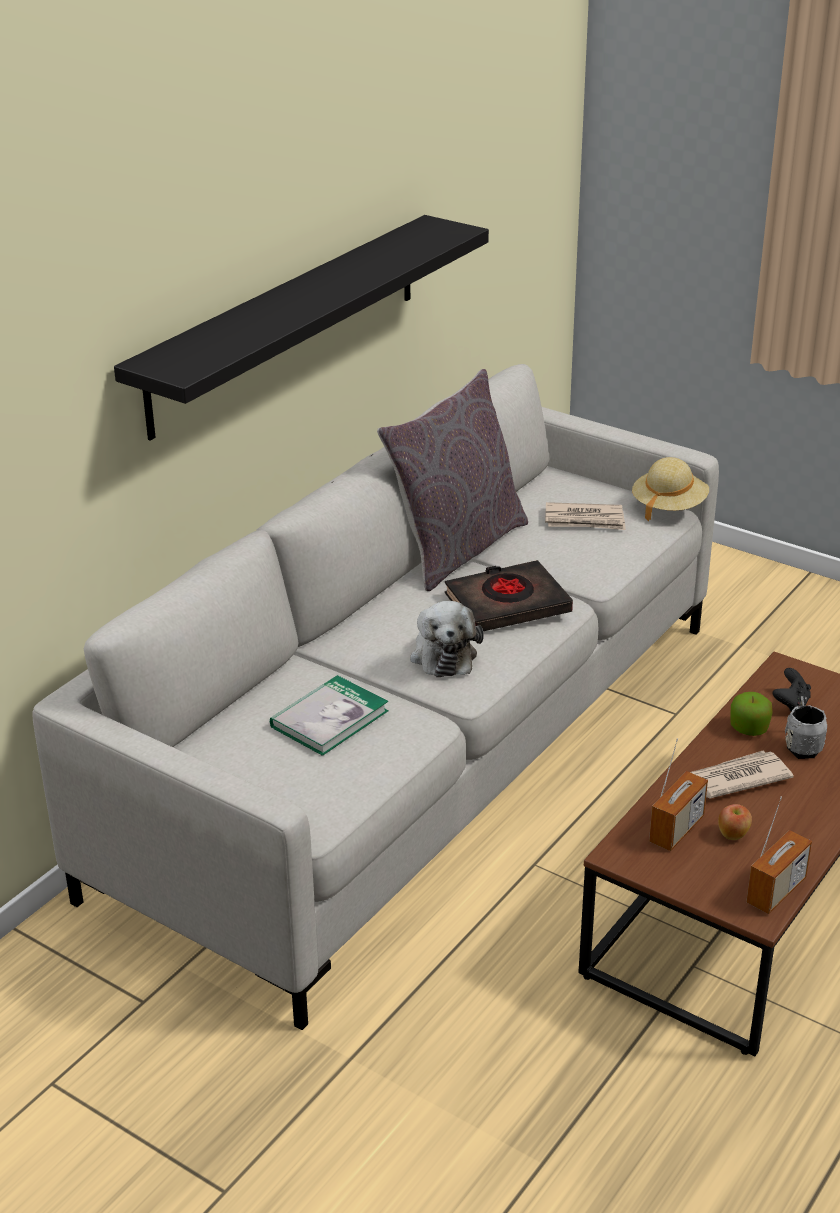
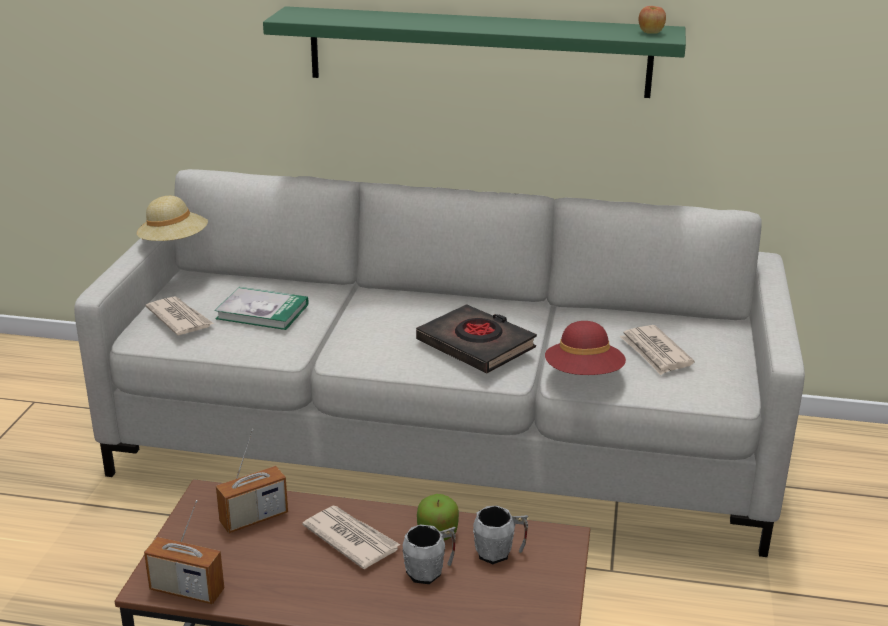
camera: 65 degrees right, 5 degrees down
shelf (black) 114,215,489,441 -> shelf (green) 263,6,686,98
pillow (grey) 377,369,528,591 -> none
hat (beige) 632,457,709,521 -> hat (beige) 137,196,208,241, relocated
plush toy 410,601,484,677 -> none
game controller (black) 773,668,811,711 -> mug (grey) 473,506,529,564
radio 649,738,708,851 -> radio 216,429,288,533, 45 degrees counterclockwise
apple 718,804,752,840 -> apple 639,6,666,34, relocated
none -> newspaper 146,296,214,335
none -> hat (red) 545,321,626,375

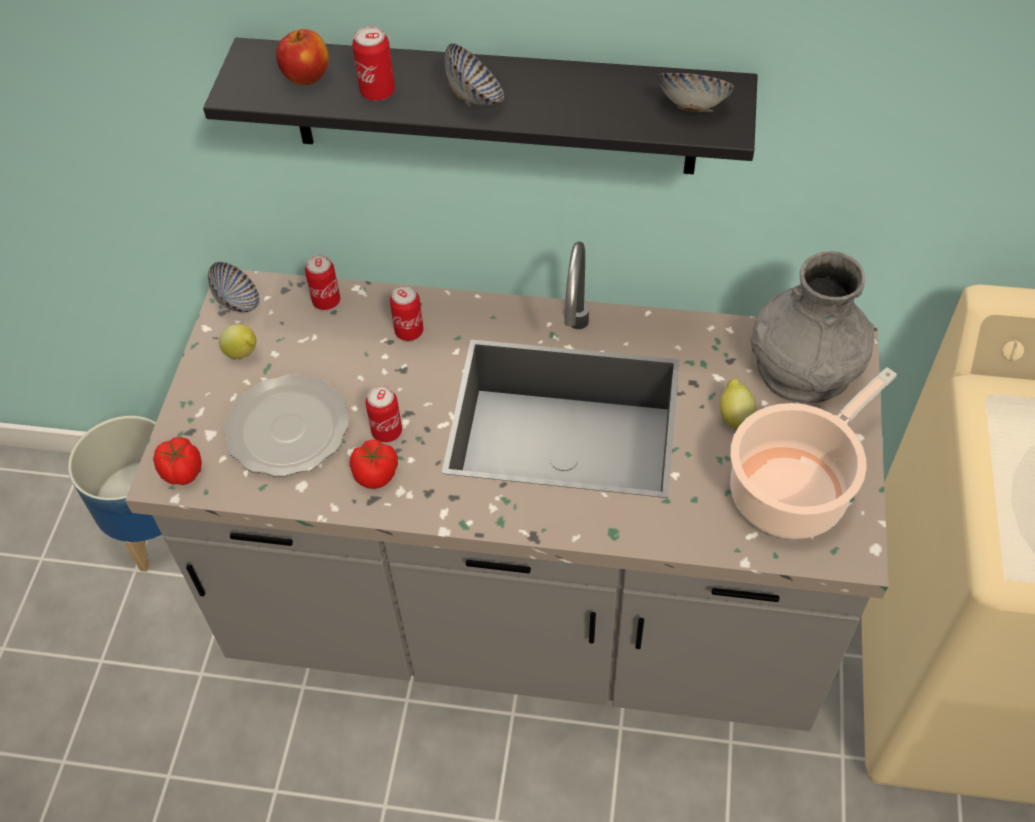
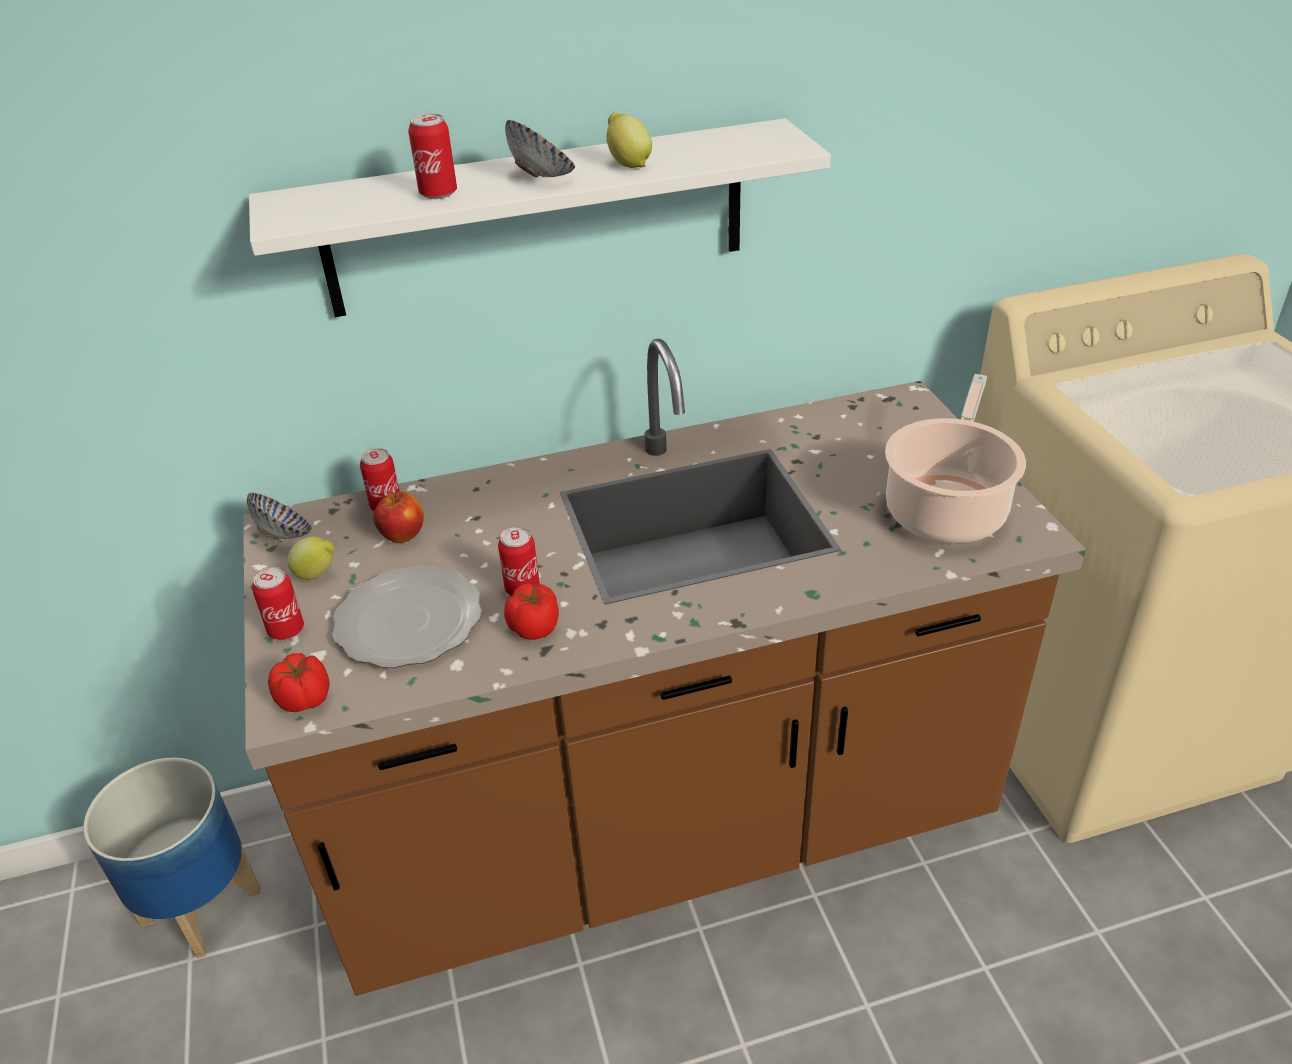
camera: 25 degrees left, 15 degrees down
apple 276,29,329,85 -> apple 373,491,424,543, relocated
shelf (black) 203,38,758,174 -> shelf (white) 249,118,831,317
bowl 657,73,734,112 -> none
counter (grey) 125,241,888,731 -> counter (brown) 243,339,1086,996
vase (grey) 751,251,875,403 -> none
can 390,285,424,341 -> can 252,567,304,640, relocated
lemon 719,378,756,429 -> lemon 606,112,652,168, relocated

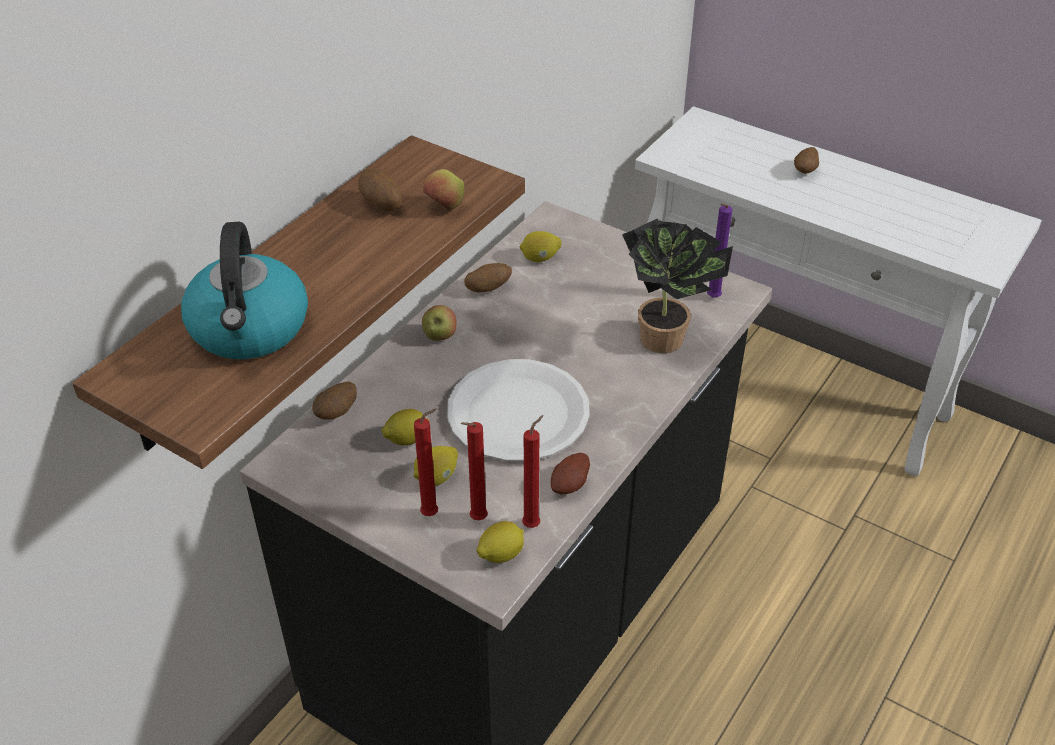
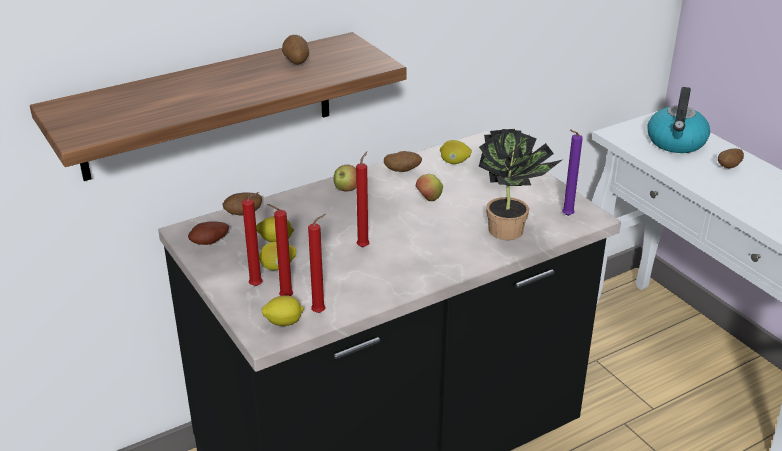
camera: 25 degrees right, 10 degrees down
apple 423,169,464,211 -> apple 415,174,443,201, relocated
kettle 181,222,308,359 -> kettle 648,87,710,153, relocated
plate (white) 447,359,590,461 -> candle (red) 356,151,369,247
potato 551,453,590,495 -> potato 188,221,229,245, relocated

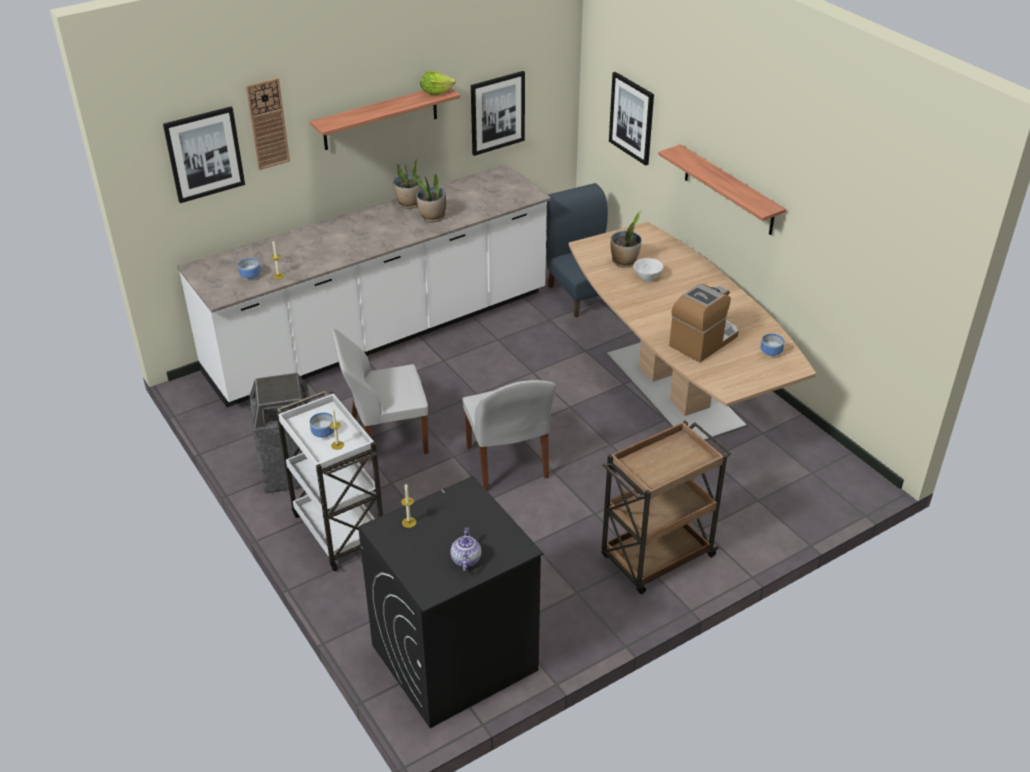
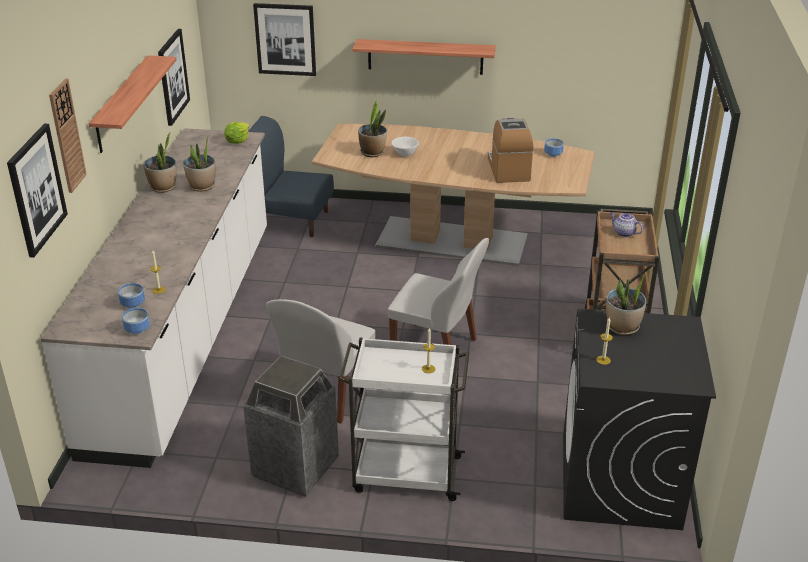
camera: 50 degrees left, 5 degrees down
lettuce 420,71,456,95 -> lettuce 224,122,249,144, relocated
bowl 310,412,334,438 -> bowl 122,308,150,334, relocated
teapot 450,527,481,571 -> teapot 610,212,643,237, relocated
none -> potted plant 606,273,648,335

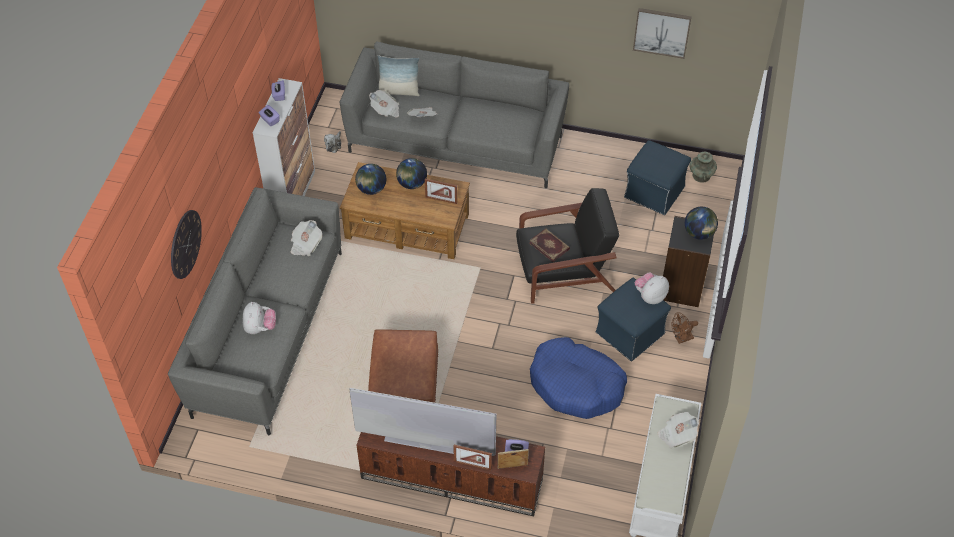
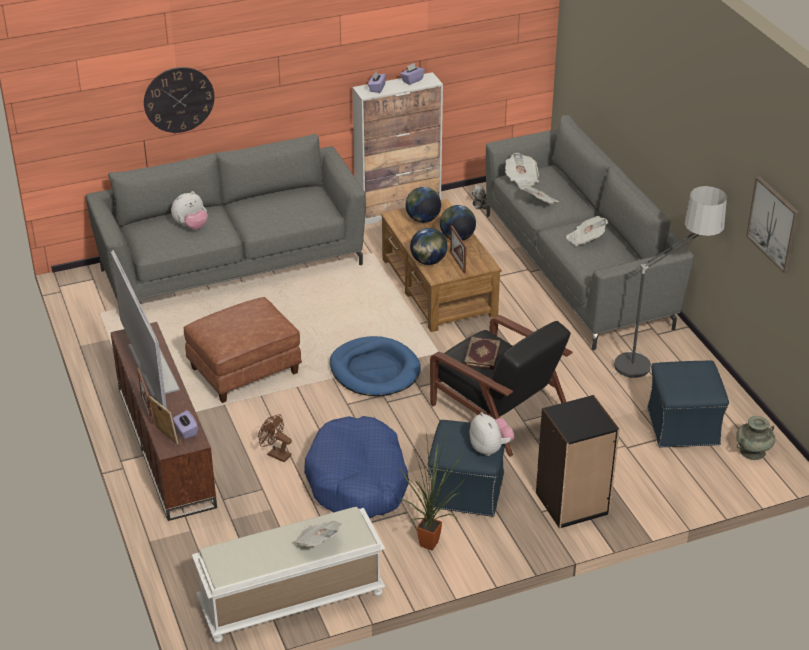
camera: 55 degrees right, 15 degrees down
pillow 377,55,420,96 -> none
globe 685,207,718,240 -> globe 410,228,447,265, relocated
newspaper 291,220,322,256 -> newspaper 566,216,608,246, relocated
plush toy 635,272,669,304 -> plush toy 469,412,514,456, 45 degrees clockwise
fan (brown) 672,312,698,344 -> fan (brown) 258,414,292,462, relocated
none -> floor lamp 611,186,727,378
none -> dog bed (blue) 330,336,421,396
none -> potted plant 400,430,465,551

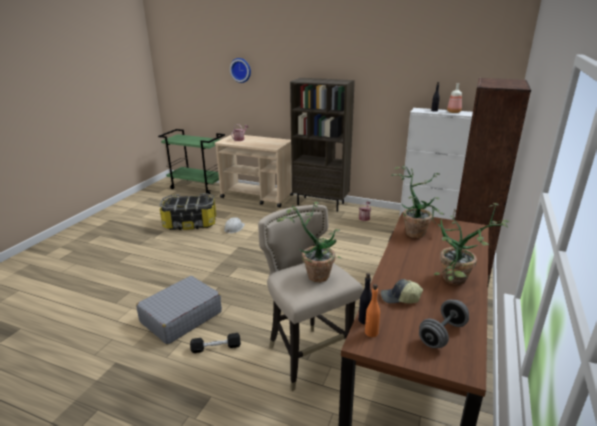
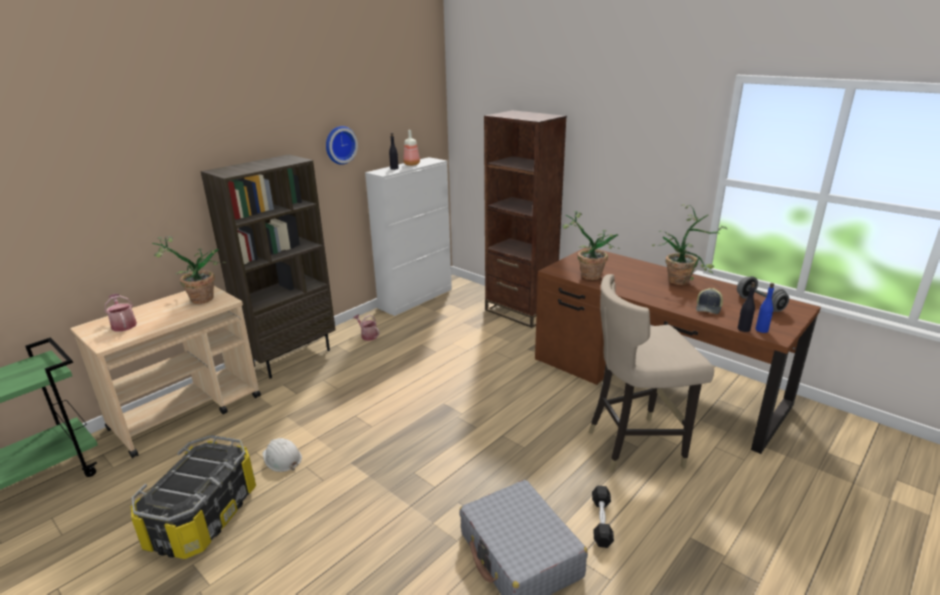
camera: 70 degrees left, 0 degrees up
wall clock 230,58,251,83 -> wall clock 326,126,358,165, relocated
potted plant 277,202,341,282 -> potted plant 152,236,227,304, relocated
bottle (orange) 365,284,380,337 -> bottle (blue) 756,283,774,333

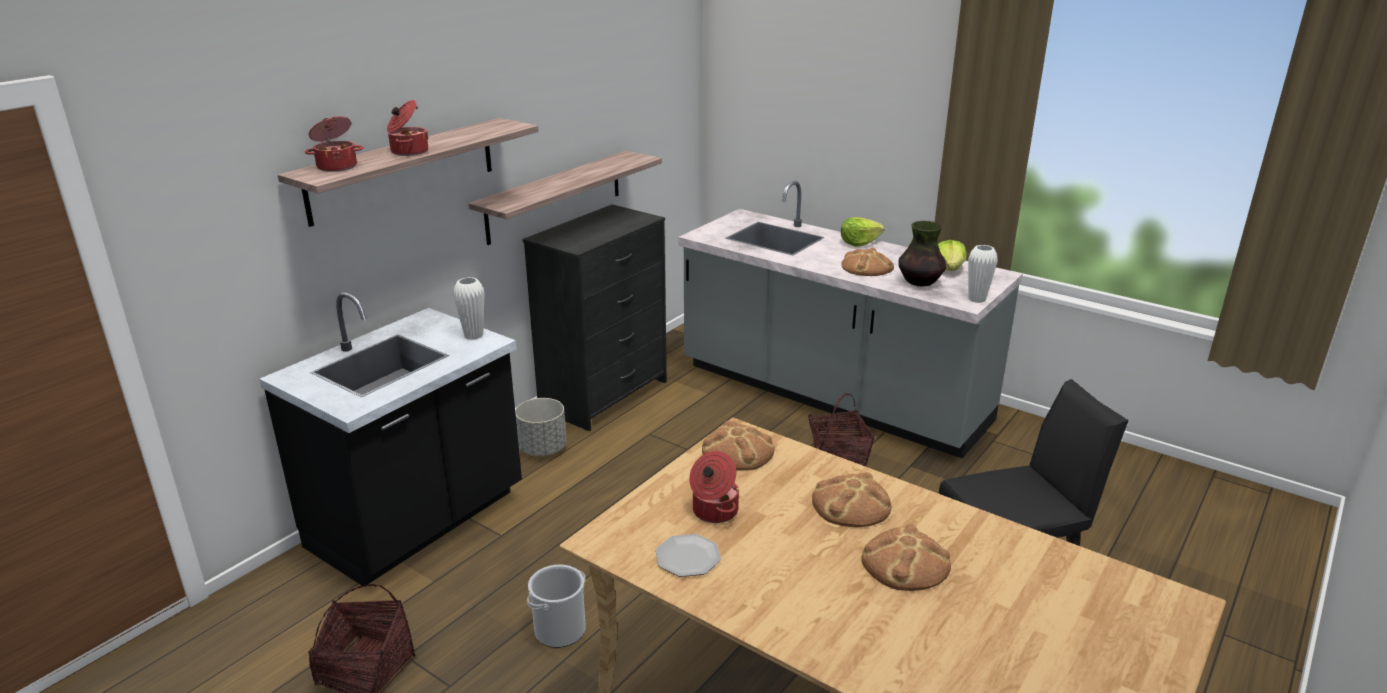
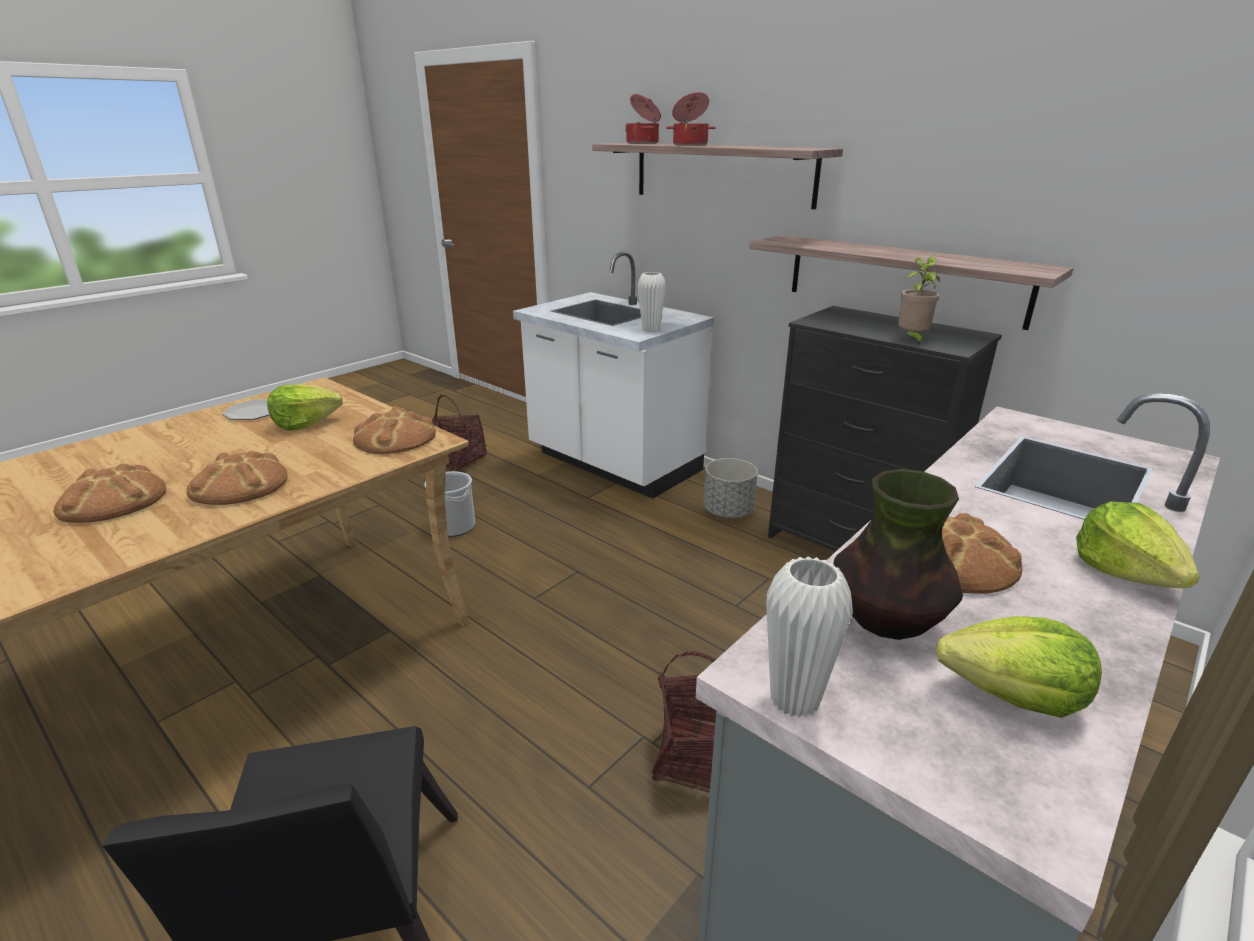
camera: 95 degrees right, 0 degrees up
counter (black) 260,292,522,586 -> counter (white) 513,251,714,499
cooking pot 689,451,739,523 -> lettuce 267,384,343,431
none -> potted plant 898,257,941,345

